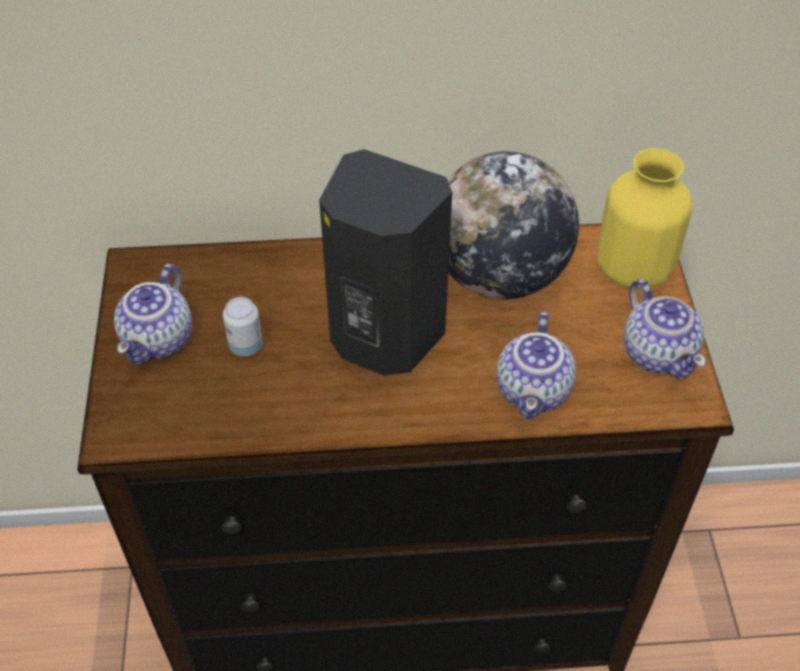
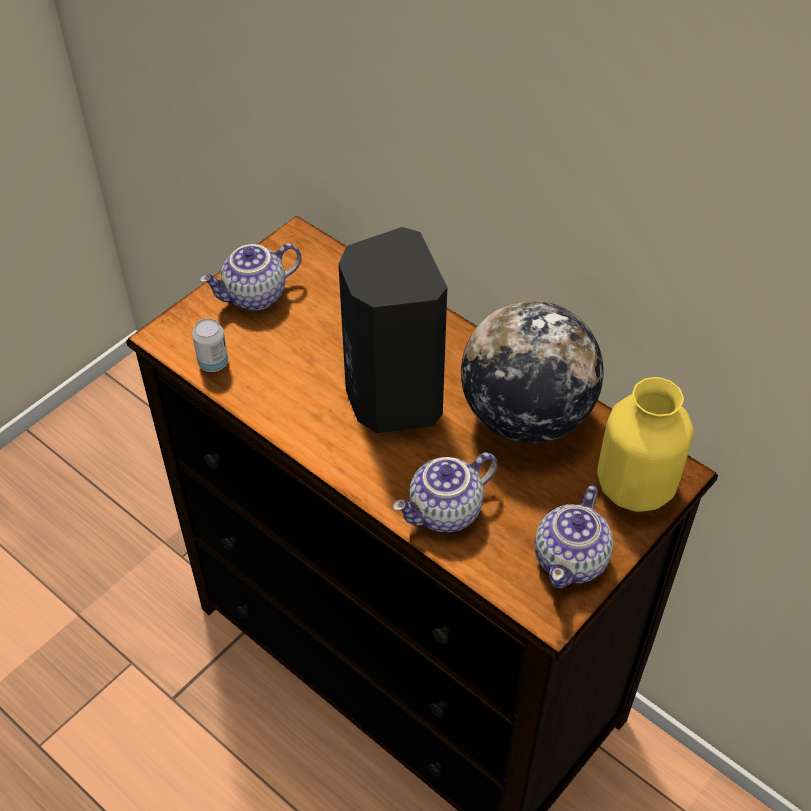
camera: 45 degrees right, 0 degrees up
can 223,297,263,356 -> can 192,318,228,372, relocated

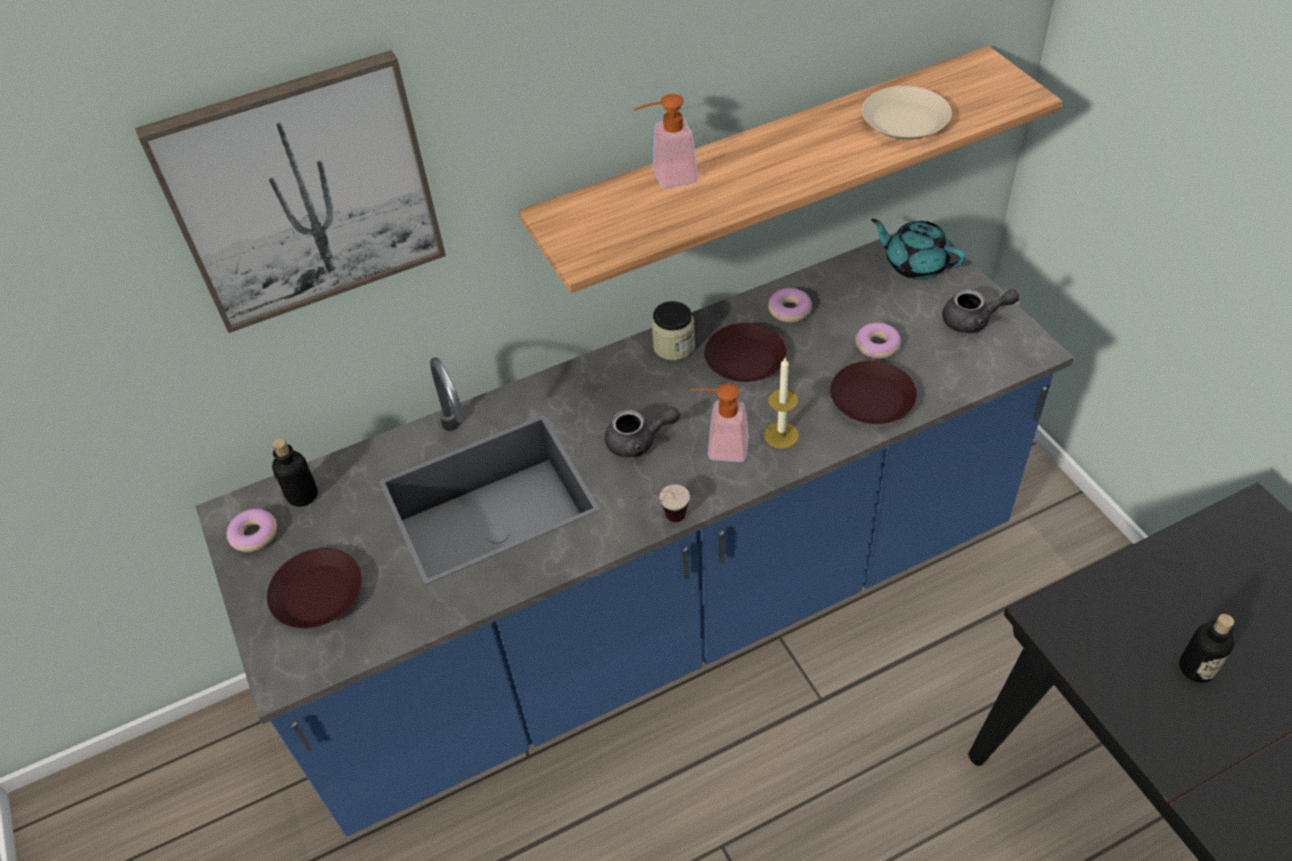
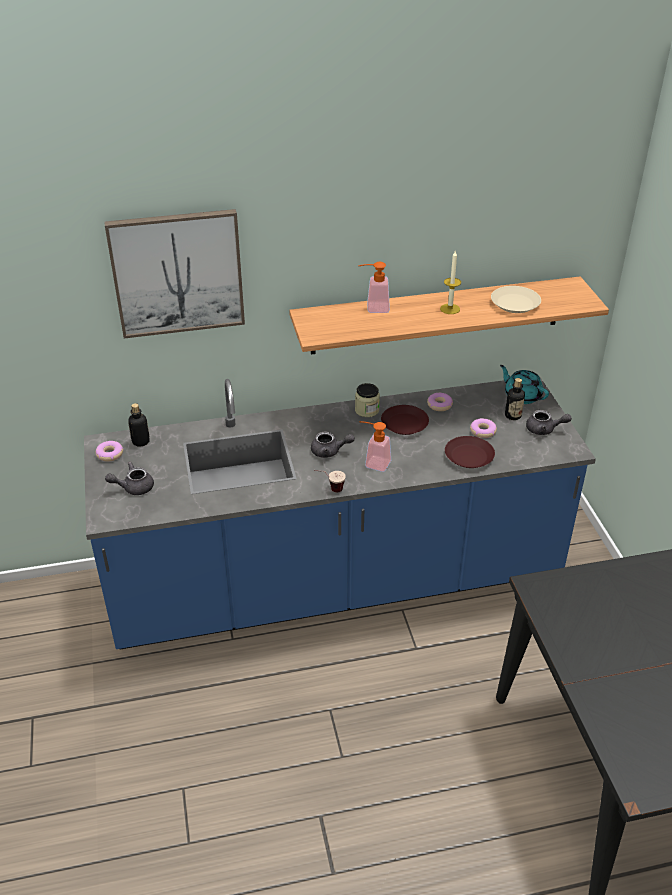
camera: 10 degrees right, 10 degrees down
candle 764,358,799,449 -> candle 440,251,461,314, relocated
plate (brown) 267,548,362,629 -> teapot (grey) 105,462,154,495
bottle 1179,614,1234,683 -> bottle 505,378,525,420, relocated

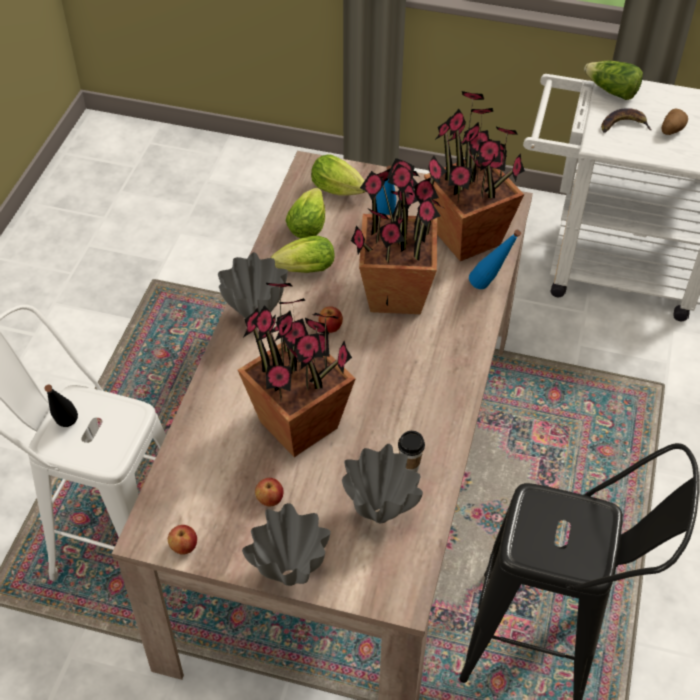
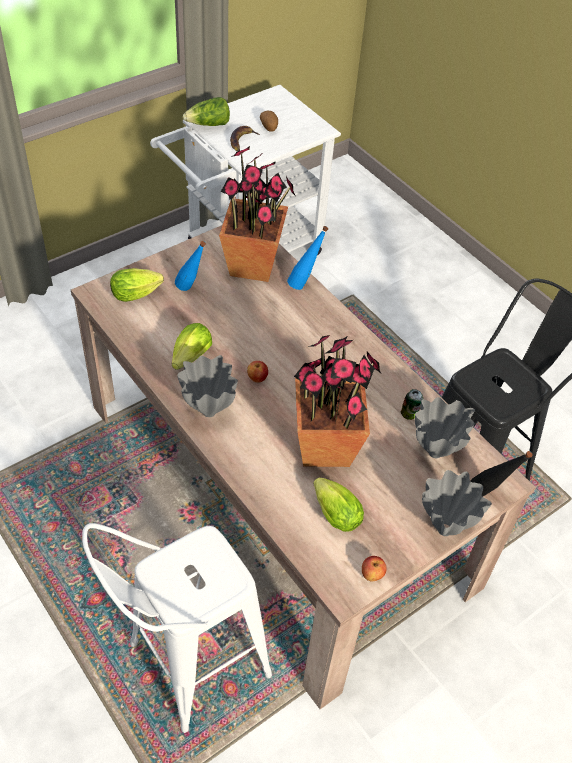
camera: 55 degrees left, 0 degrees up
potted plant 351,155,447,314 -> none
lettuce 285,188,325,238 -> lettuce 313,477,364,532, relocated
bottle (black) 44,385,78,427 -> bottle (black) 471,451,533,497, relocated
cup 398,431,425,472 -> can 401,389,423,420
apple 255,478,284,507 -> none

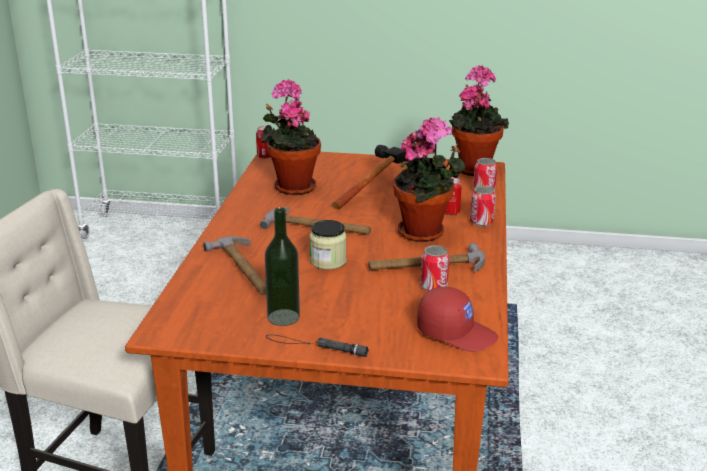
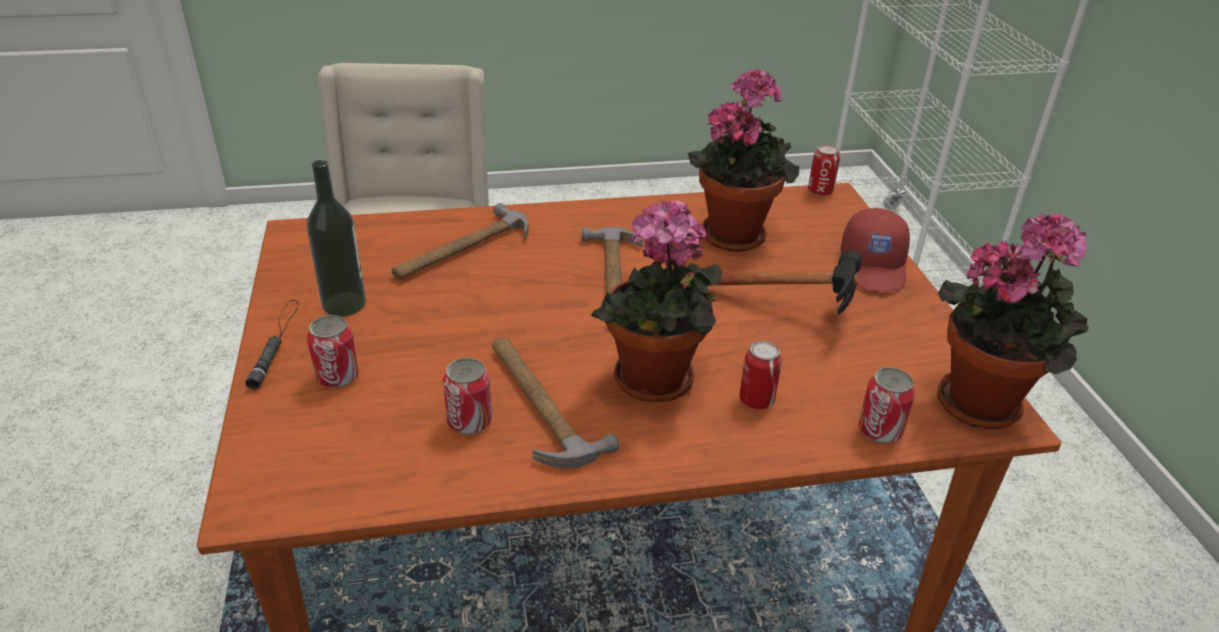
camera: 70 degrees right, 10 degrees up
can 470,186,496,227 -> can 307,315,359,388, relocated
jar 310,220,347,270 -> none
cap (red) 417,287,498,352 -> cap (red) 841,208,910,292, relocated

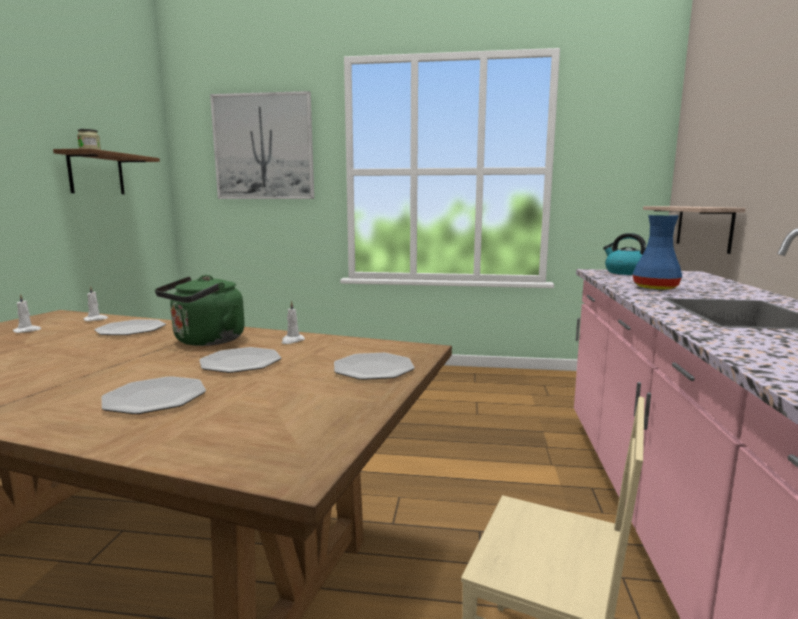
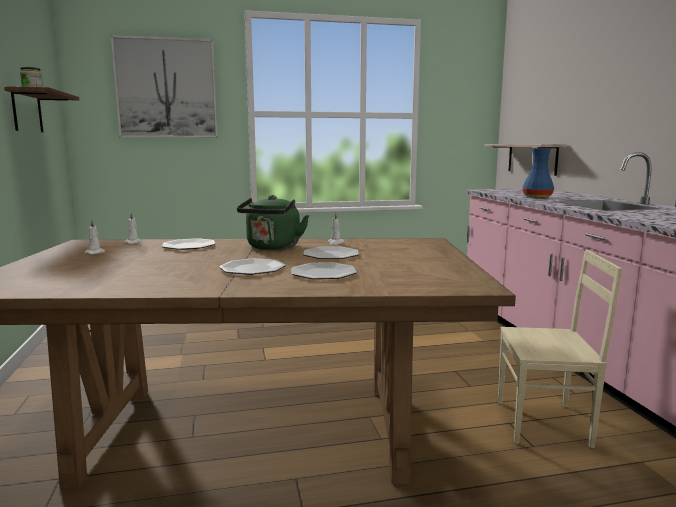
camera: 20 degrees left, 0 degrees up
kettle 603,233,647,275 -> none
plate 334,353,415,380 -> plate 219,258,286,275, relocated

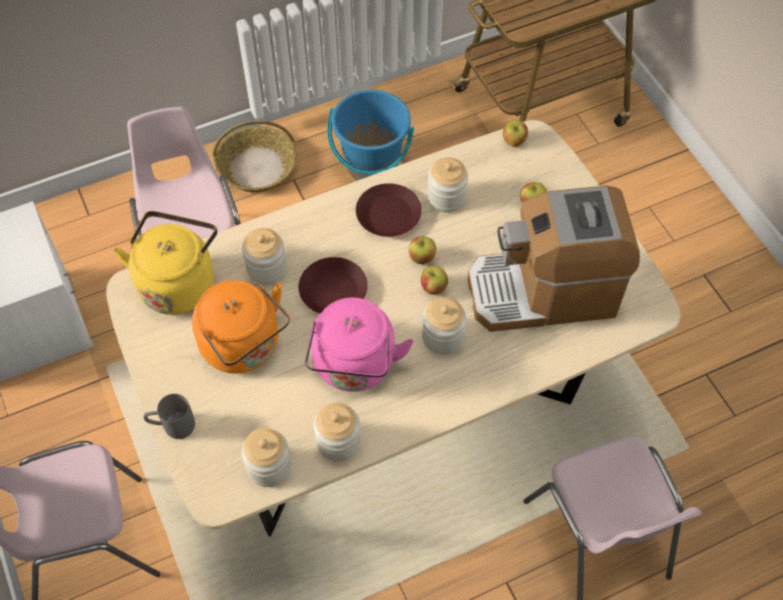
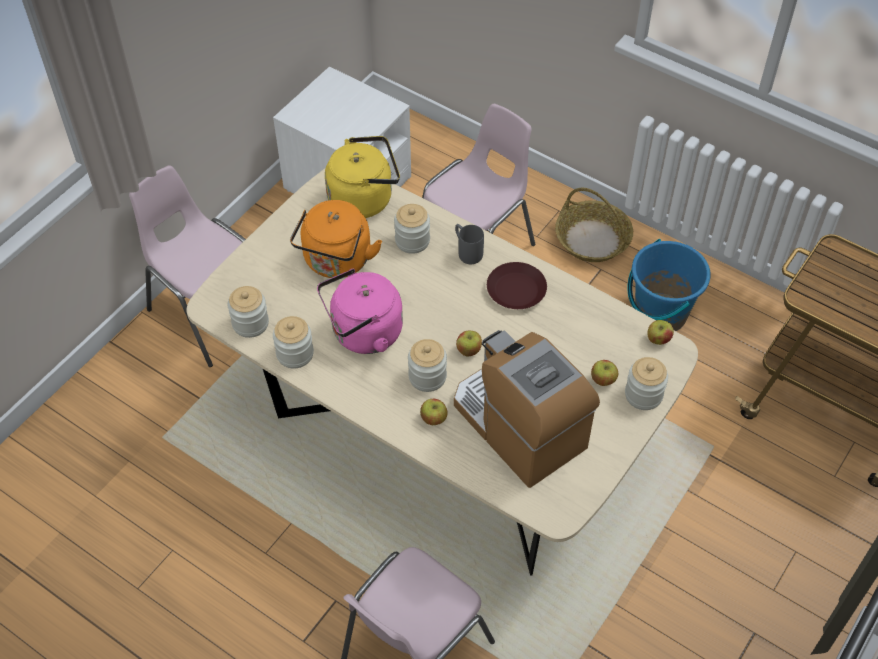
camera: 60 degrees right, 5 degrees down
jar 427,157,468,213 -> jar 625,357,668,410, relocated
apple 408,236,436,264 -> apple 420,399,448,425, relocated
plate (brown) 299,257,368,313 -> none
mug (grey) 143,394,195,439 -> mug (grey) 455,224,484,264, relocated

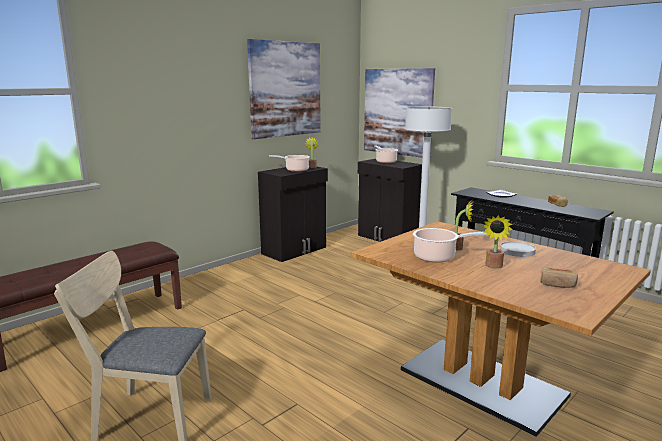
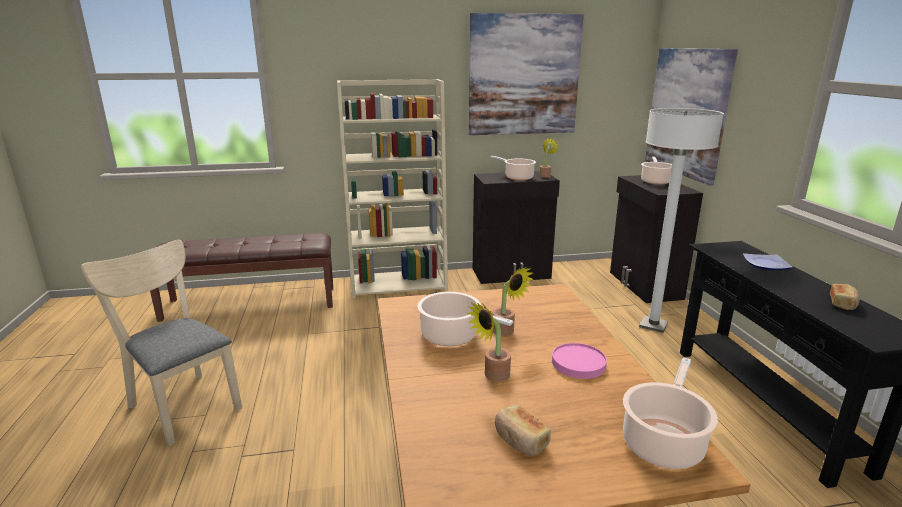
camera: 35 degrees right, 5 degrees up
plate (white) 500,241,536,257 -> plate (pink) 552,343,607,379
none -> bookcase (beige) 337,79,448,298
none -> cooking pot 623,357,718,469

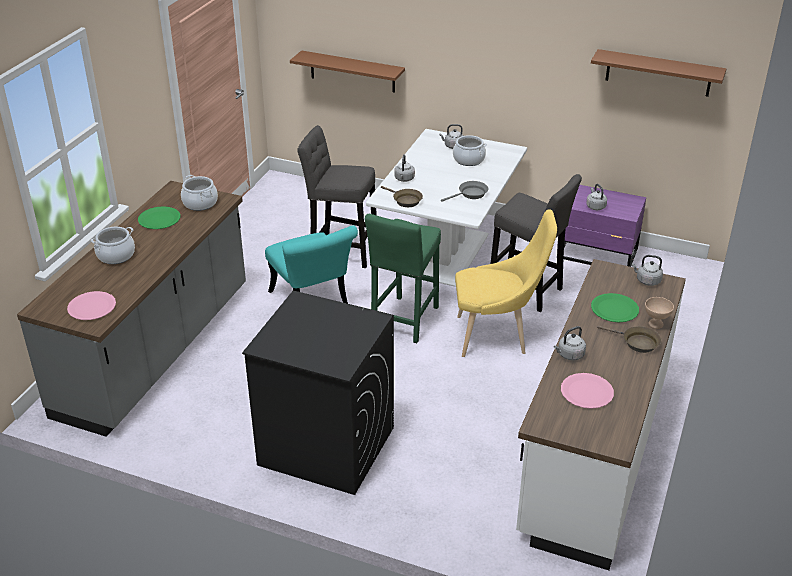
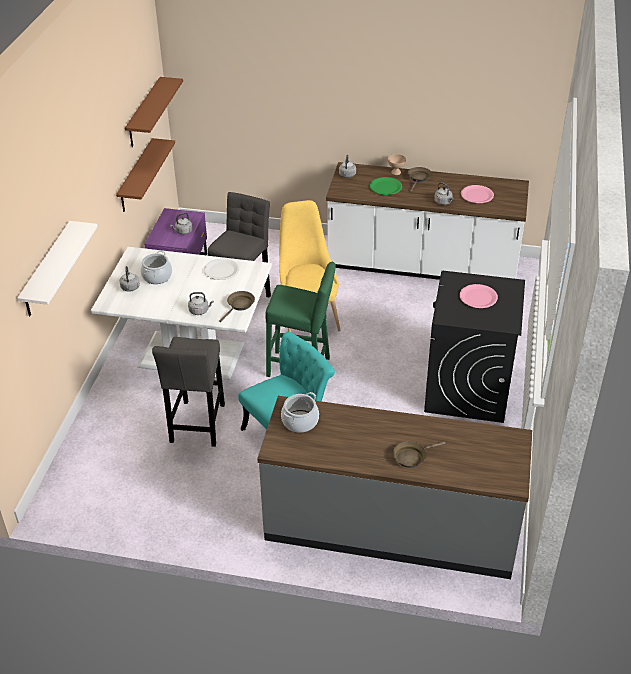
camera: 100 degrees left, 5 degrees up
shelf (brown) 290,50,405,93 -> shelf (brown) 116,138,175,212, relocated
frying pan (grey) 441,181,488,202 -> plate (white) 204,258,239,280
plate (green) 138,206,180,229 -> none
cooking pot 91,227,135,264 -> frying pan (brown) 393,441,445,468
plate (pink) 67,291,116,320 -> plate (pink) 460,284,498,308, relocated
none -> shelf (white) 17,221,98,317

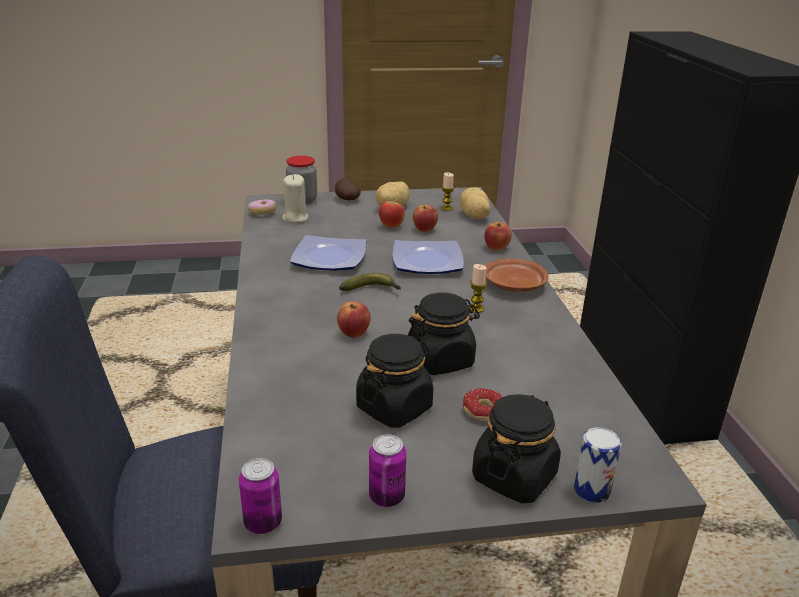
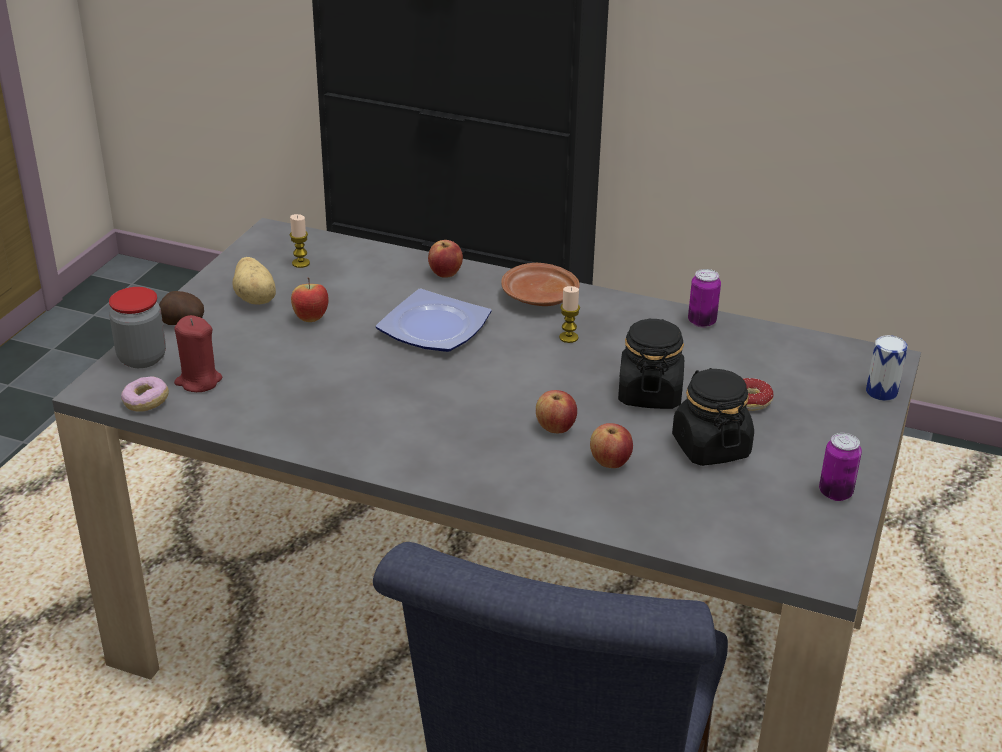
camera: 60 degrees left, 5 degrees up
candle (beige) 282,174,308,223 -> candle (red) 174,315,222,392
potato 460,187,490,219 -> none
apple 413,205,438,232 -> apple 590,423,633,468, relocated
plate 290,235,366,271 -> none
banana 339,273,401,291 -> none
jar (black) 472,394,561,503 -> none
can 239,458,282,534 -> can 688,269,721,328, relocated

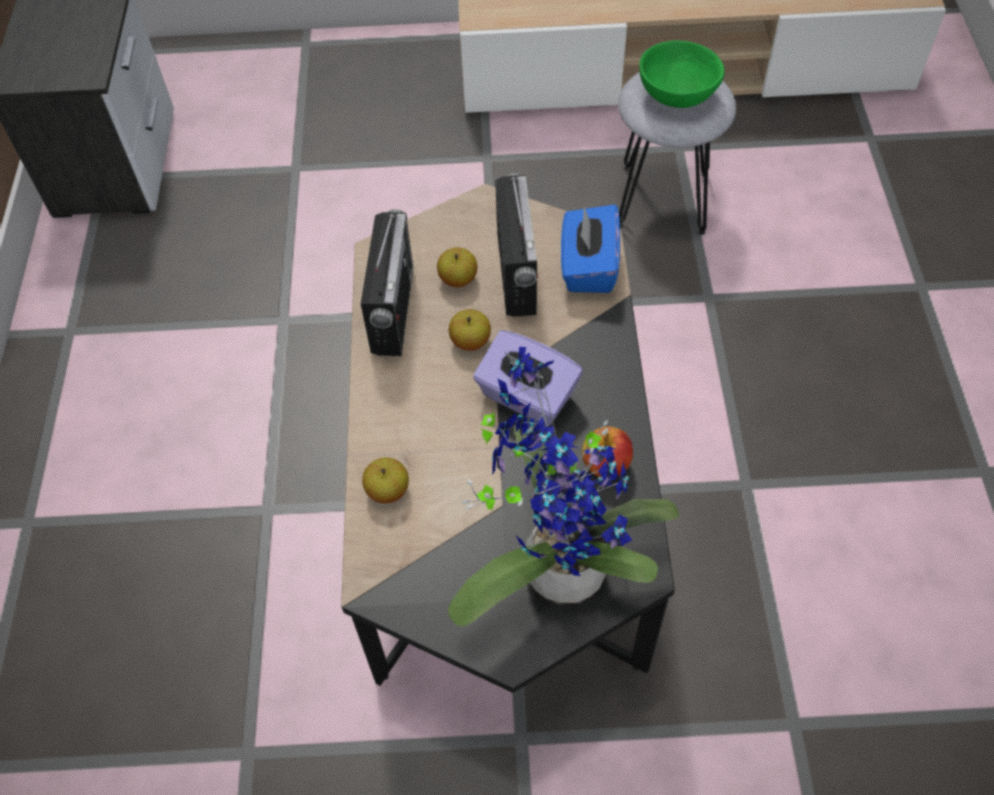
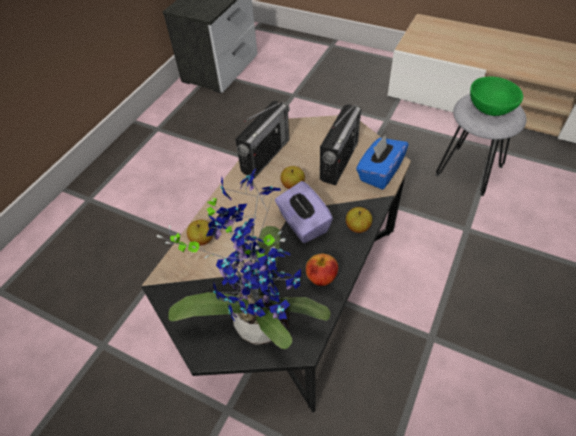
camera: 30 degrees right, 5 degrees down
apple 437,248,477,287 -> apple 346,207,372,233, relocated

